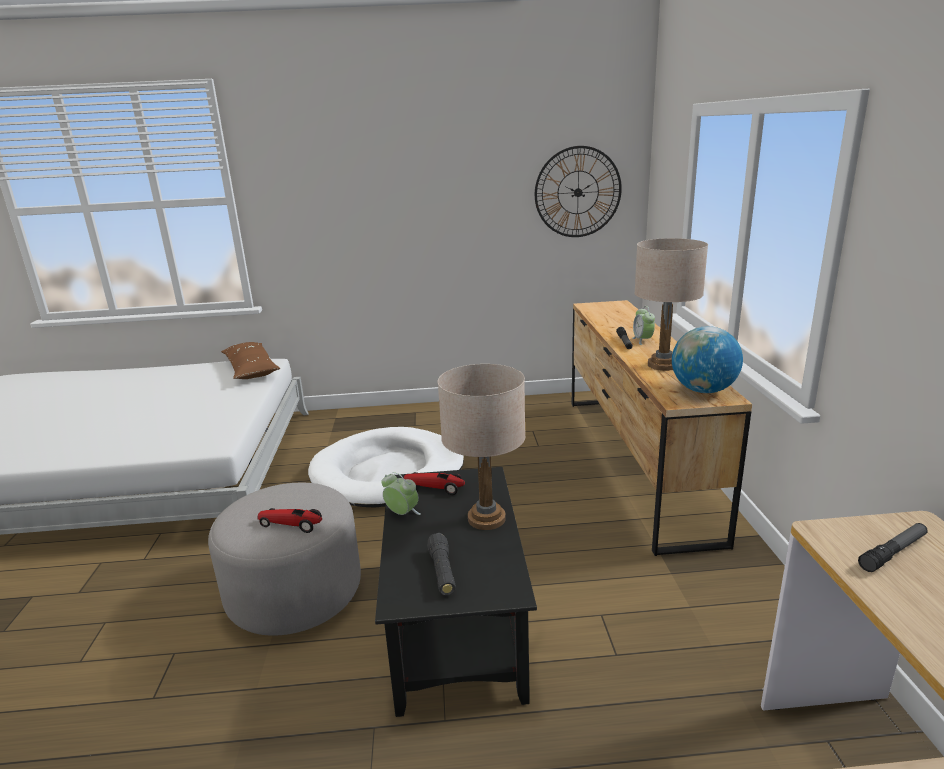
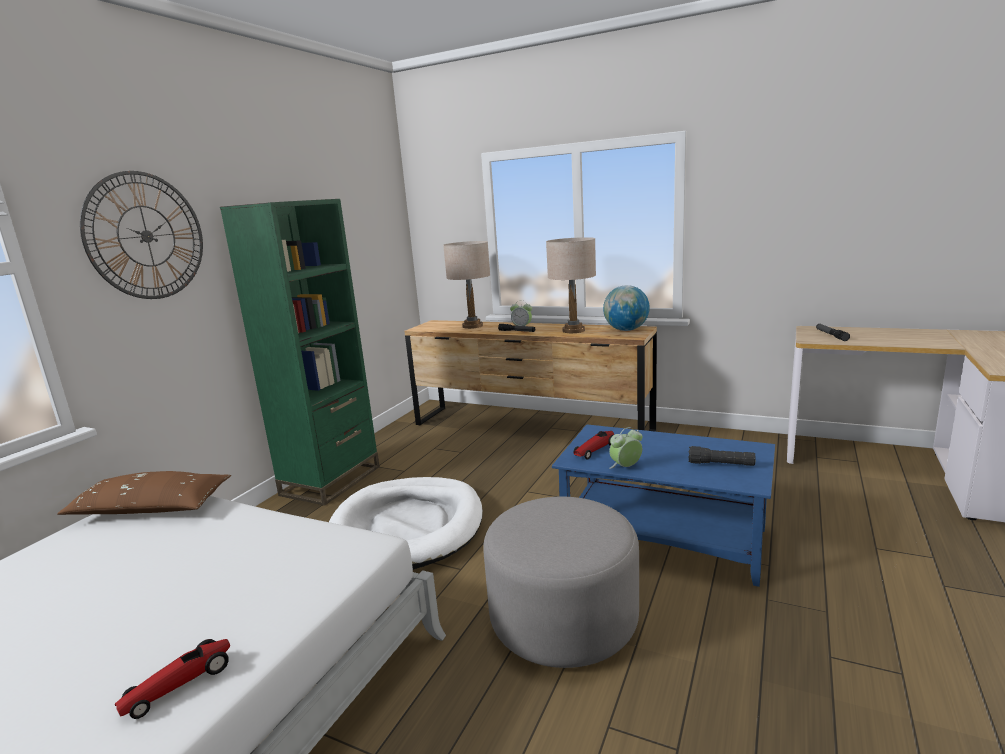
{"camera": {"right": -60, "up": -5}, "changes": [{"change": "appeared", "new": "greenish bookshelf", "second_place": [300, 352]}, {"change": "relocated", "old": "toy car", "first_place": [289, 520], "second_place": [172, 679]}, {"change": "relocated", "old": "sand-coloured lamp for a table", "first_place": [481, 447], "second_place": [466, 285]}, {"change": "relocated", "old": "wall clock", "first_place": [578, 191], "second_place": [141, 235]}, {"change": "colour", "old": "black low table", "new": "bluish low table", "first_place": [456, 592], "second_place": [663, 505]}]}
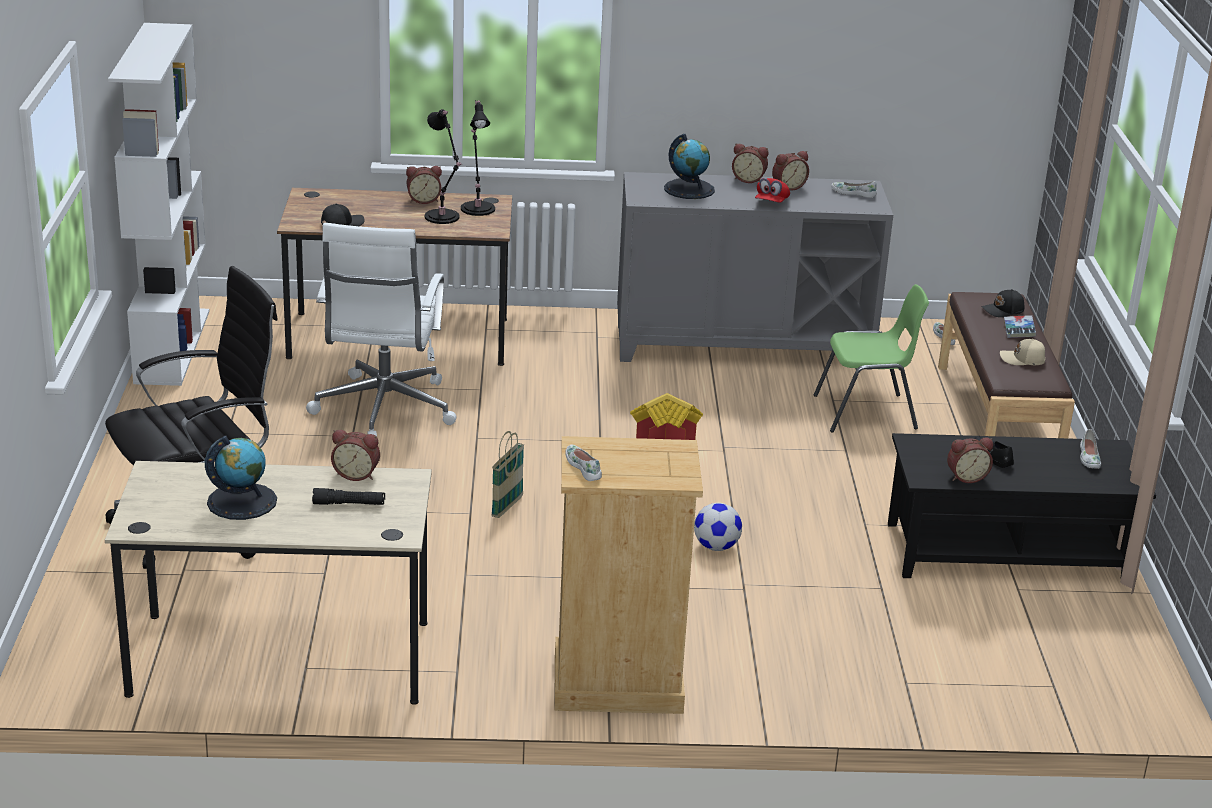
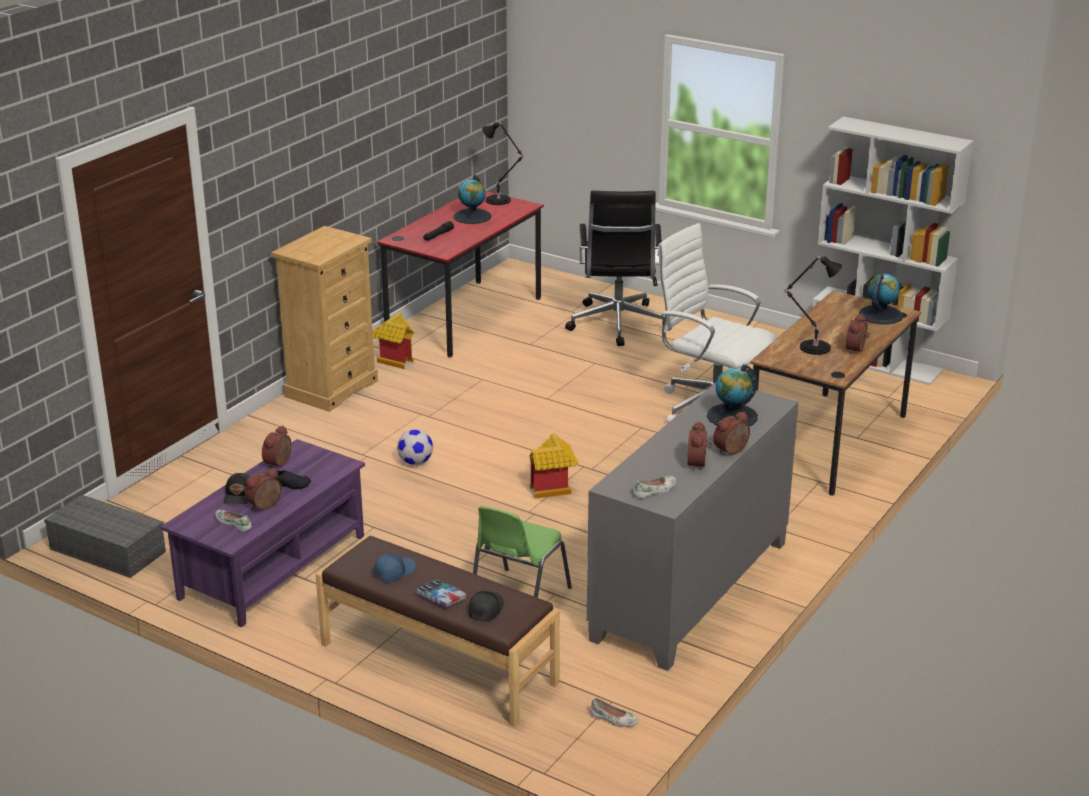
{"camera": {"right": 125, "up": 0}, "changes": [{"change": "missing", "old": "basket", "first_place": [508, 474]}, {"change": "missing", "old": "whitish item of footwear", "first_place": [583, 463]}, {"change": "missing", "old": "reddish baseball cap", "first_place": [772, 190]}, {"change": "appeared", "new": "greyish storage box", "second_place": [105, 536]}, {"change": "appeared", "new": "toy house", "second_place": [393, 340]}, {"change": "appeared", "new": "desk globe", "second_place": [881, 298]}, {"change": "relocated", "old": "black baseball cap", "first_place": [343, 215], "second_place": [236, 488]}, {"change": "relocated", "old": "bedside clock", "first_place": [355, 455], "second_place": [263, 489]}, {"change": "relocated", "old": "black lamp for a table", "first_place": [478, 158], "second_place": [503, 163]}, {"change": "colour", "old": "sand-coloured desk table", "new": "reddish desk table", "first_place": [268, 583], "second_place": [460, 274]}, {"change": "colour", "old": "black low table", "new": "purple low table", "first_place": [1022, 506], "second_place": [263, 533]}, {"change": "colour", "old": "sand-coloured baseball cap", "new": "bluish baseball cap", "first_place": [1022, 352], "second_place": [395, 567]}]}
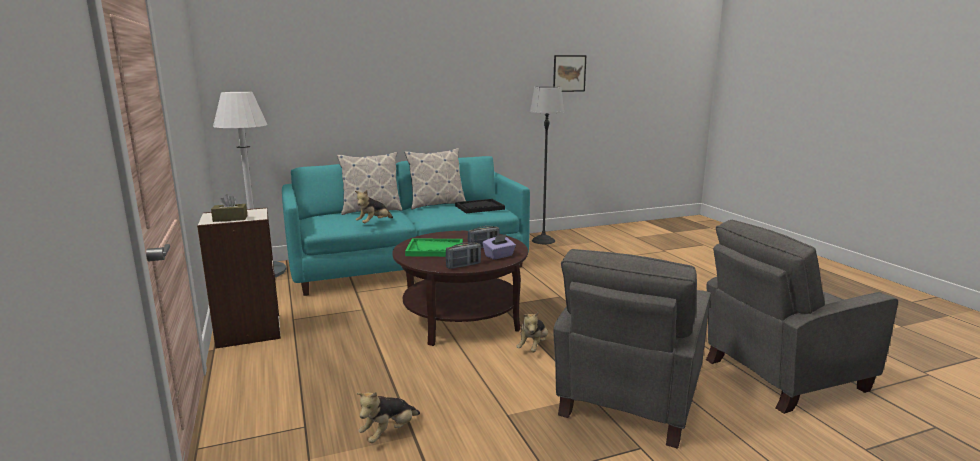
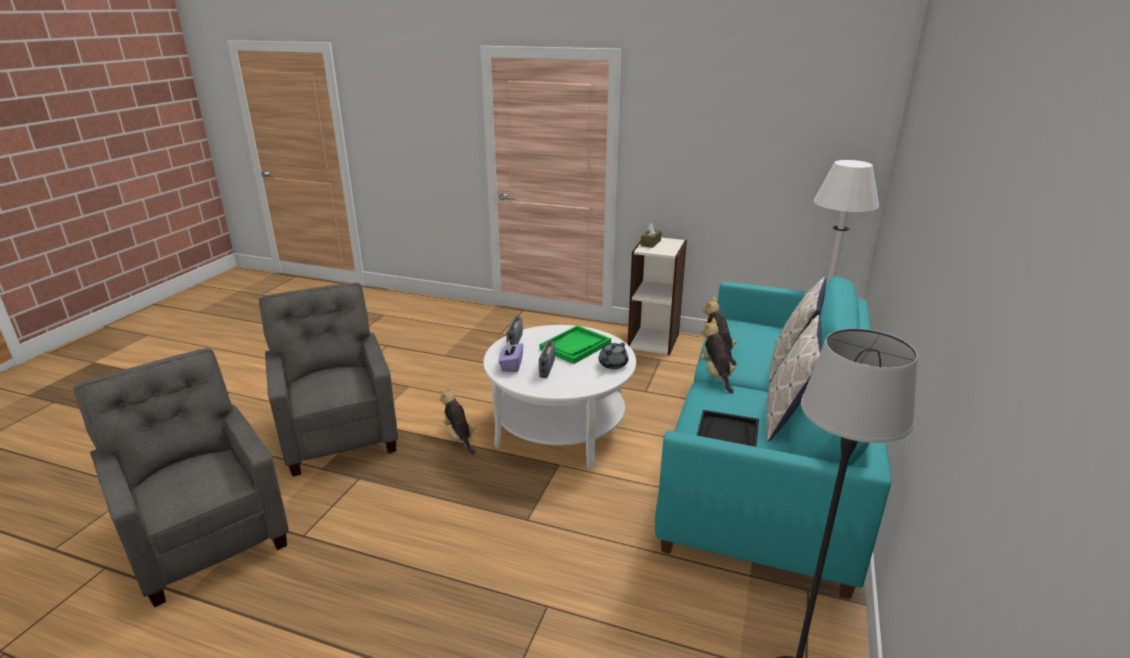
{"camera": {"right": 130, "up": 10}, "changes": [{"change": "missing", "old": "wall picture", "first_place": [569, 73]}, {"change": "appeared", "new": "greyish pot for tea", "second_place": [613, 355]}, {"change": "relocated", "old": "plush toy", "first_place": [388, 417], "second_place": [718, 356]}, {"change": "colour", "old": "brown low table", "new": "whitish low table", "first_place": [460, 288], "second_place": [559, 397]}, {"change": "spun", "old": "greyish lounge chair", "first_place": [802, 317], "second_place": [181, 477], "degrees": -60}]}
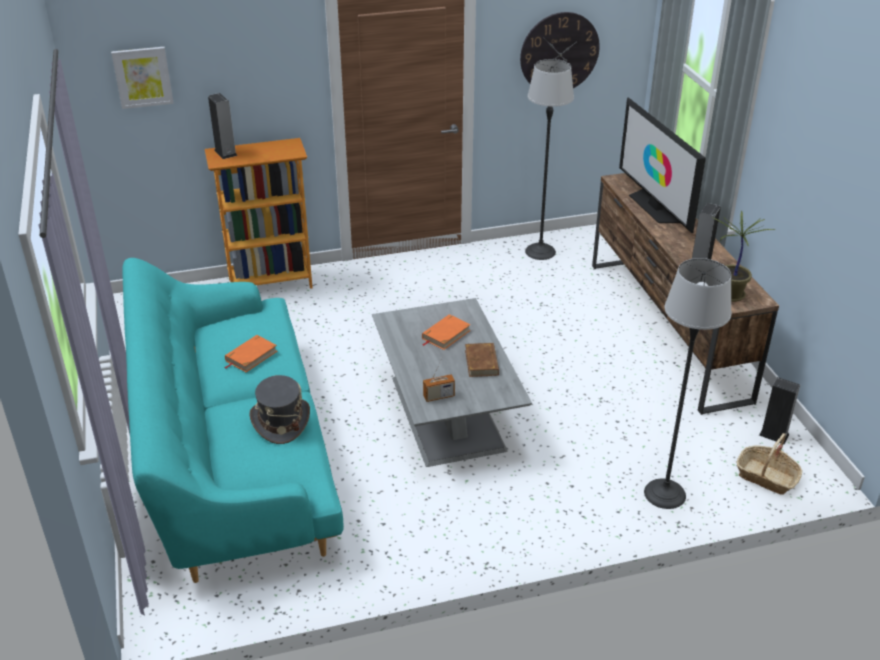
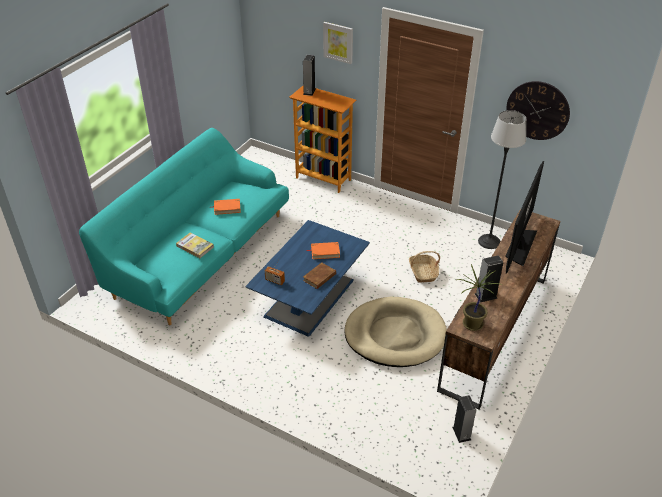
{"camera": {"right": 45, "up": 5}, "changes": [{"change": "missing", "old": "standard lamp", "first_place": [687, 383]}, {"change": "appeared", "new": "sand-coloured pet bed", "second_place": [395, 332]}, {"change": "relocated", "old": "wall picture", "first_place": [142, 78], "second_place": [338, 43]}, {"change": "relocated", "old": "basket", "first_place": [769, 464], "second_place": [424, 267]}, {"change": "exchanged", "old": "greyish hat", "new": "volume", "first_place": [279, 409], "second_place": [195, 245]}, {"change": "colour", "old": "greyish low table", "new": "bluish low table", "first_place": [452, 382], "second_place": [307, 278]}]}
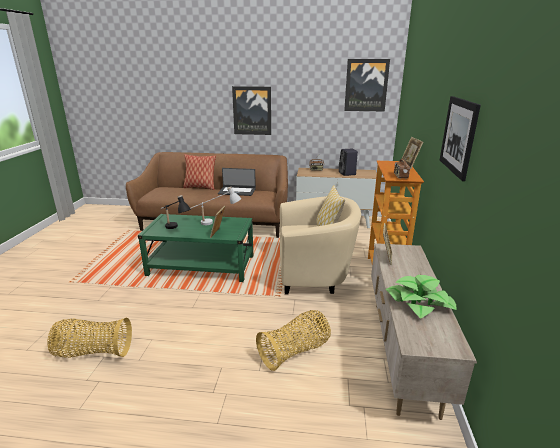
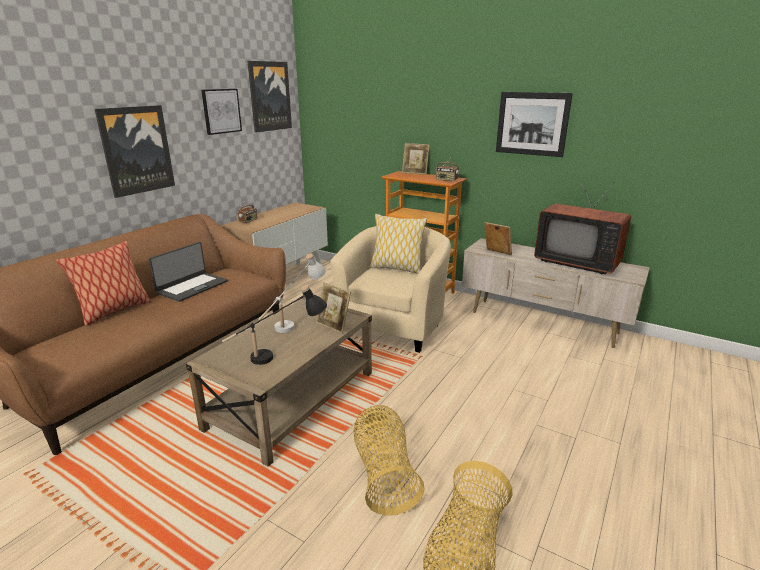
{"camera": {"right": -65, "up": 0}, "changes": [{"change": "missing", "old": "black loudspeaker", "first_place": [348, 162]}, {"change": "appeared", "new": "wall picture", "second_place": [221, 112]}, {"change": "relocated", "old": "basket", "first_place": [293, 340], "second_place": [389, 460]}, {"change": "exchanged", "old": "potted plant", "new": "television", "first_place": [421, 297], "second_place": [582, 227]}, {"change": "colour", "old": "greenish low table", "new": "sand-coloured low table", "first_place": [195, 248], "second_place": [279, 382]}]}
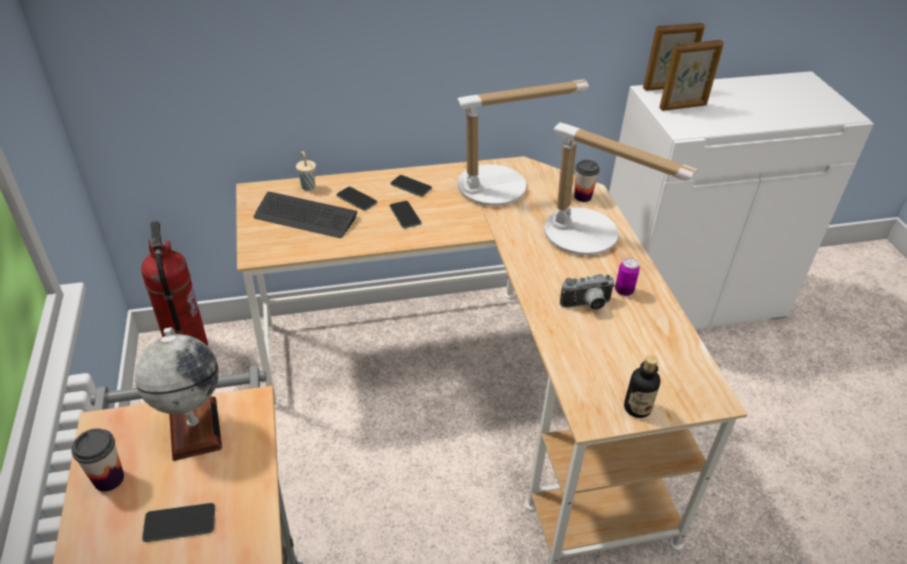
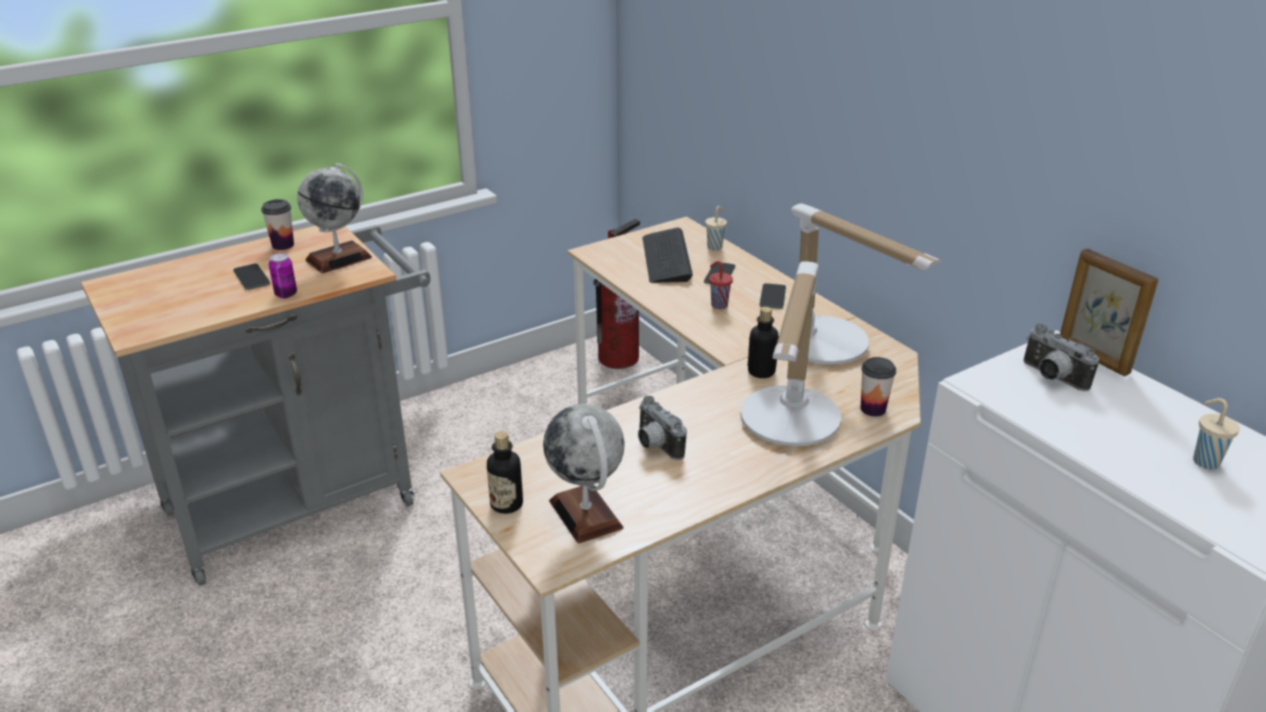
{"camera": {"right": 70, "up": -10}, "changes": [{"change": "appeared", "new": "desk globe", "second_place": [584, 473]}, {"change": "appeared", "new": "drink bottle", "second_place": [763, 342]}, {"change": "appeared", "new": "sand-coloured cup", "second_place": [1216, 433]}, {"change": "relocated", "old": "metal can", "first_place": [627, 277], "second_place": [283, 275]}, {"change": "exchanged", "old": "telephone", "new": "reddish cup", "first_place": [405, 214], "second_place": [721, 285]}, {"change": "exchanged", "old": "picture frame", "new": "still camera", "first_place": [691, 75], "second_place": [1061, 357]}]}
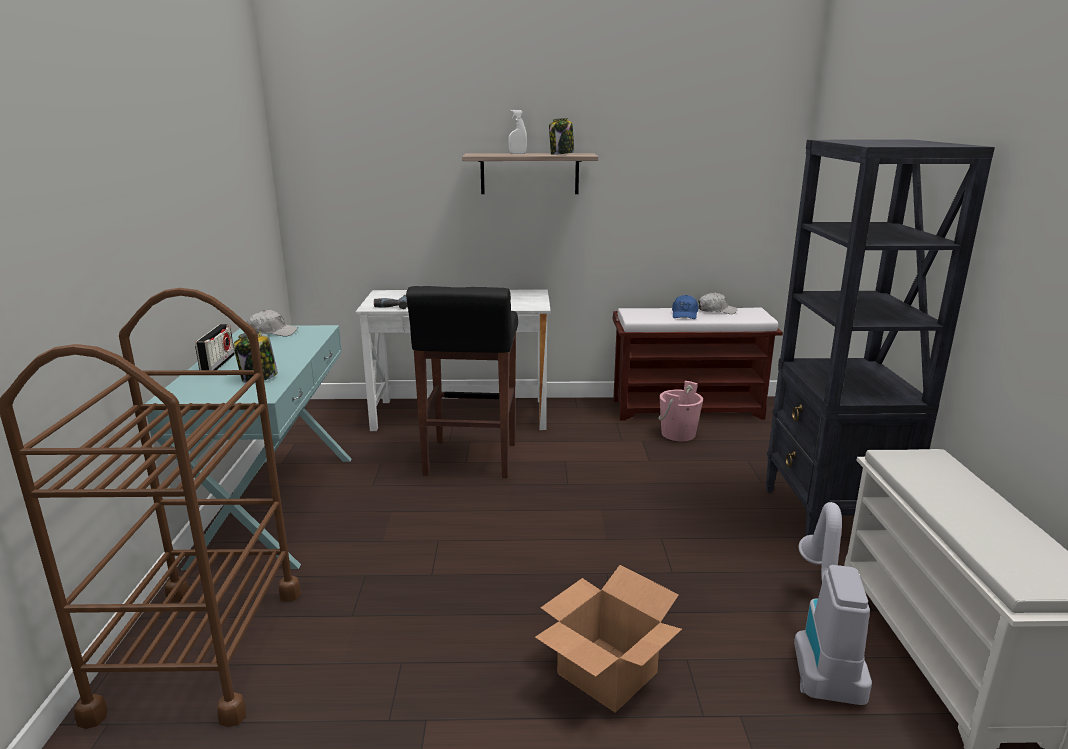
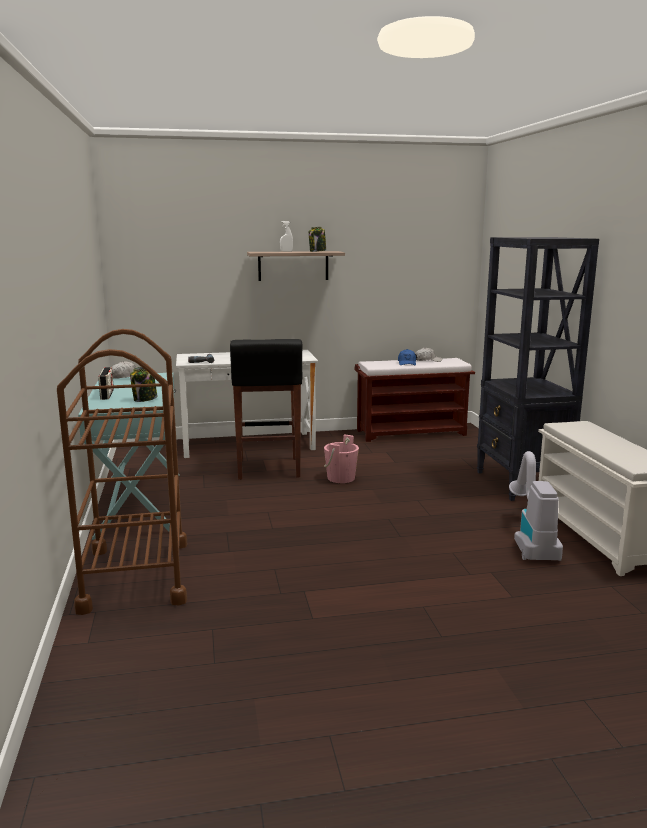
{"camera": {"right": -10, "up": -5}, "changes": [{"change": "missing", "old": "carton", "first_place": [608, 639]}, {"change": "relocated", "old": "pinkish bucket", "first_place": [680, 411], "second_place": [341, 459]}]}
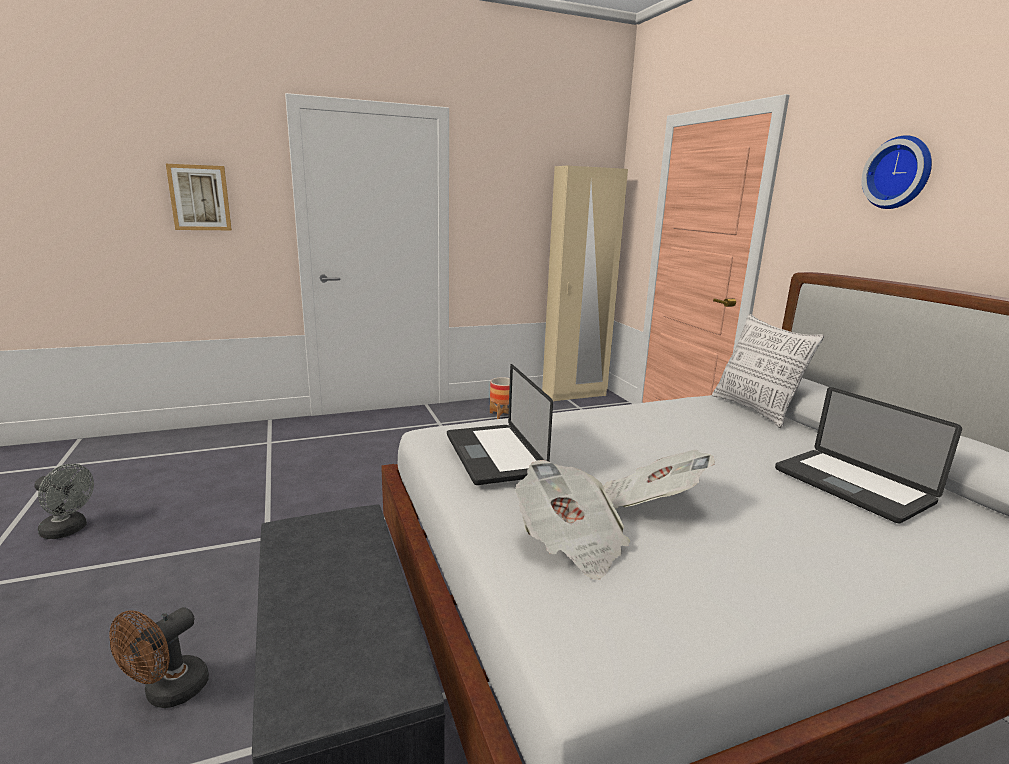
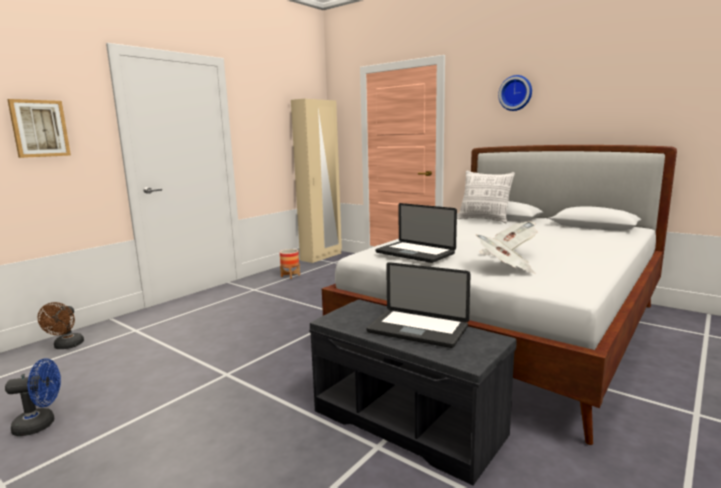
{"camera": {"right": -30, "up": -5}, "changes": [{"change": "relocated", "old": "brown fan", "first_place": [159, 657], "second_place": [61, 325]}, {"change": "relocated", "old": "notebook computer", "first_place": [868, 455], "second_place": [418, 305]}, {"change": "colour", "old": "greyish fan", "new": "bluish fan", "first_place": [64, 501], "second_place": [33, 397]}]}
